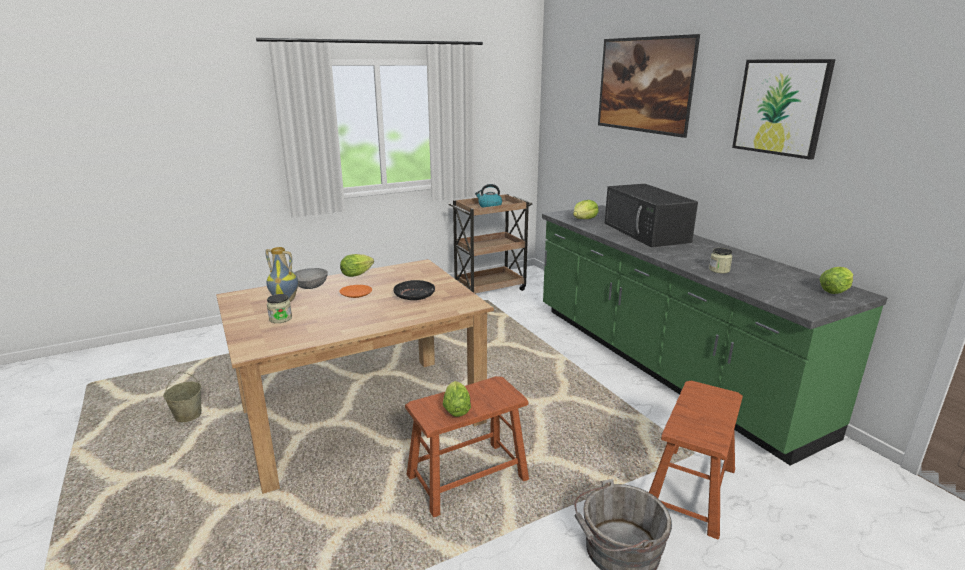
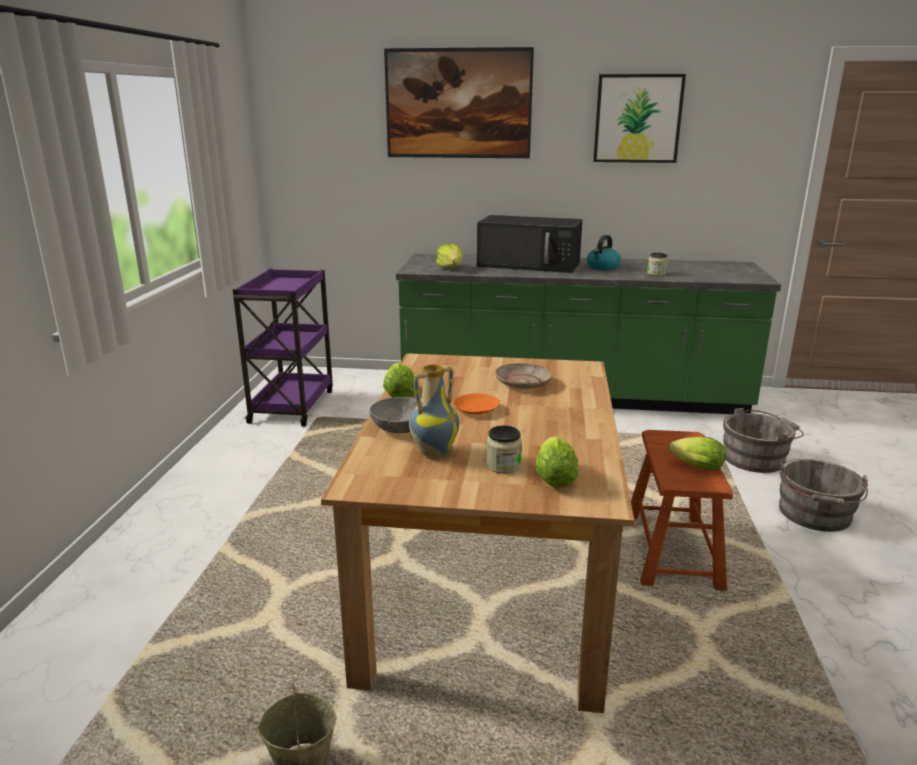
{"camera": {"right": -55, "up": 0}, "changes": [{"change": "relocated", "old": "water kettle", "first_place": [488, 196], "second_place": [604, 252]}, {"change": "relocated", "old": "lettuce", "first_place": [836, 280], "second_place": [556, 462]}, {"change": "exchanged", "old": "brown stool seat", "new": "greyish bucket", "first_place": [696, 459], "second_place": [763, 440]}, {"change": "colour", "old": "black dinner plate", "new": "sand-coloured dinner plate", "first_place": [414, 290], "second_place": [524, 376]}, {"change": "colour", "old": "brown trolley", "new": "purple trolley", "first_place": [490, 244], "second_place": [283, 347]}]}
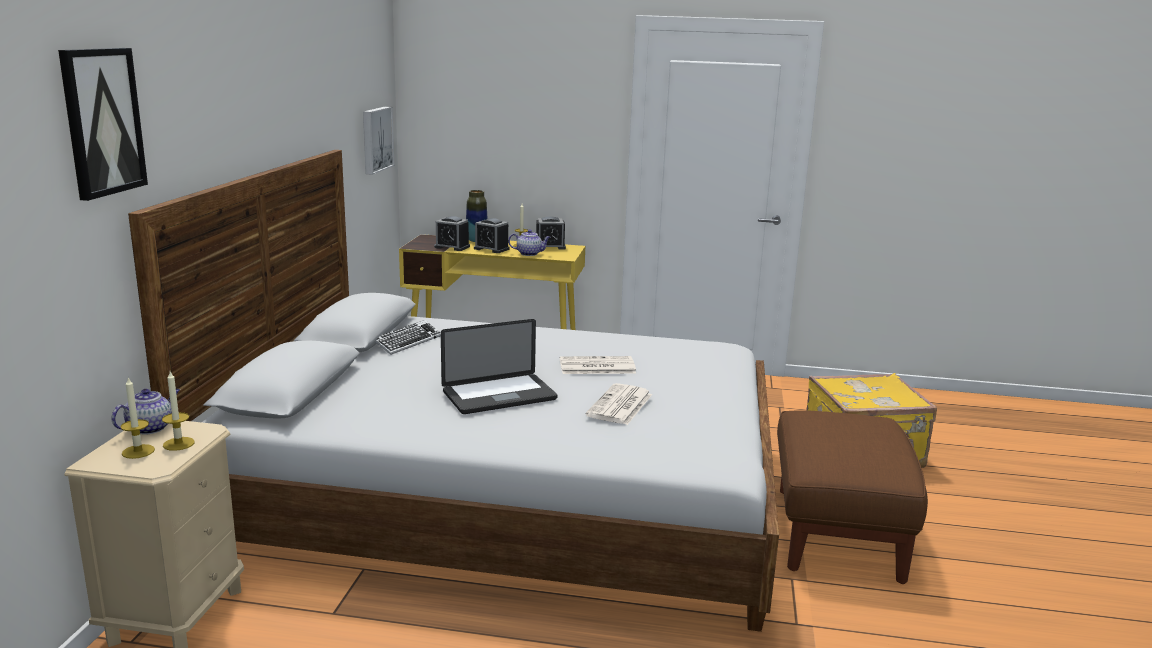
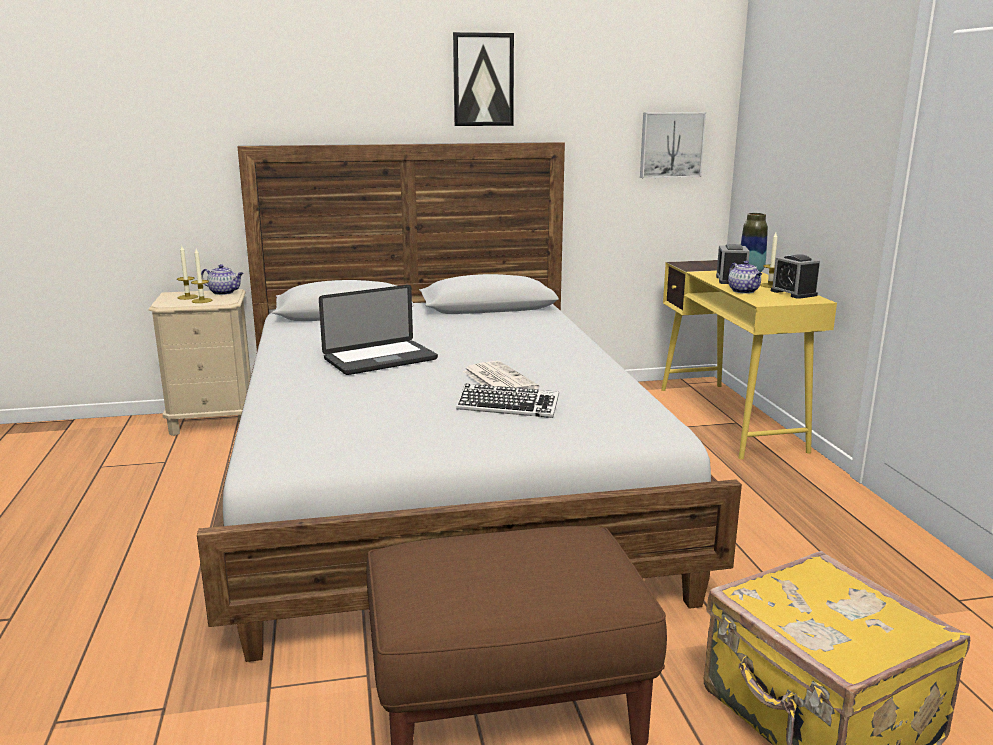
{"camera": {"right": 70, "up": 0}, "changes": [{"change": "missing", "old": "bedside clock", "first_place": [452, 233]}, {"change": "missing", "old": "printed paper", "first_place": [618, 404]}, {"change": "relocated", "old": "wall picture", "first_place": [103, 124], "second_place": [483, 79]}, {"change": "relocated", "old": "PC keyboard", "first_place": [408, 337], "second_place": [507, 401]}, {"change": "spun", "old": "notebook computer", "first_place": [499, 366], "second_place": [378, 330], "degrees": -75}]}
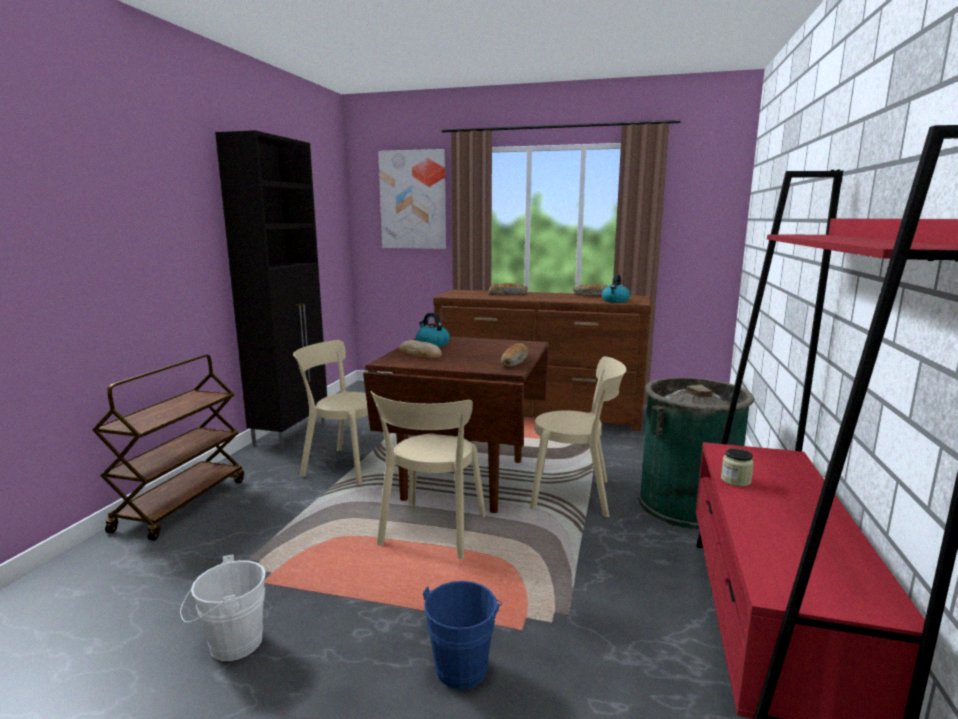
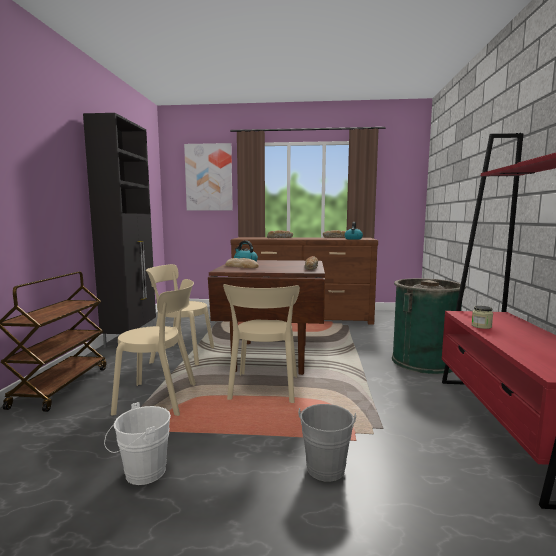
{"camera": {"right": -10, "up": -5}, "changes": [{"change": "relocated", "old": "sand-coloured plain chair", "first_place": [578, 436], "second_place": [153, 347]}, {"change": "colour", "old": "bluish bucket", "new": "greyish bucket", "first_place": [462, 635], "second_place": [327, 443]}]}
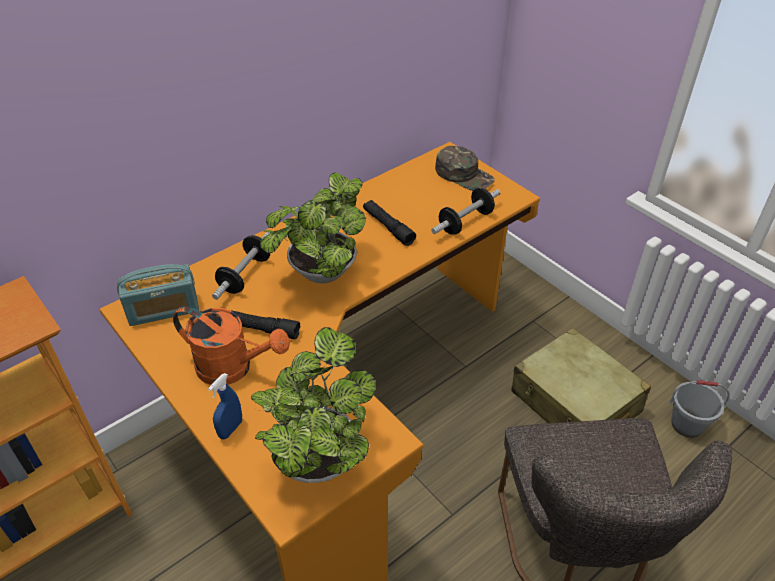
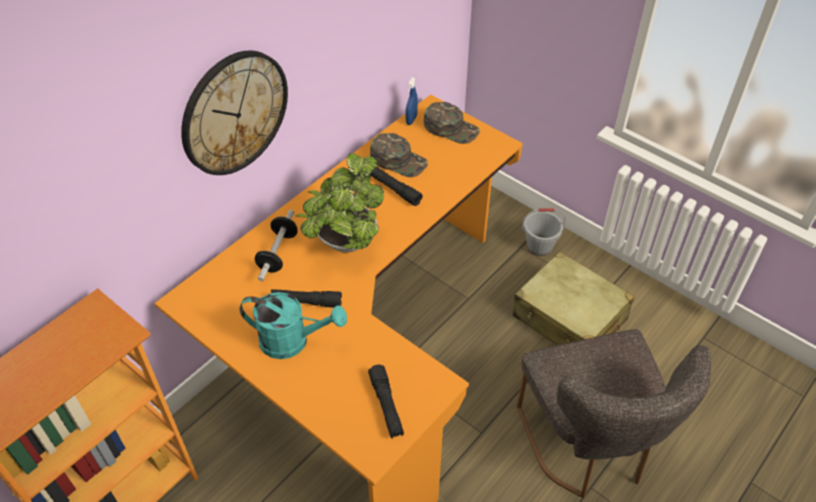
{"camera": {"right": -10, "up": 5}, "changes": [{"change": "missing", "old": "radio set", "first_place": [158, 295]}, {"change": "missing", "old": "free weight", "first_place": [465, 211]}, {"change": "appeared", "new": "wall clock", "second_place": [234, 112]}, {"change": "appeared", "new": "greenish baseball cap", "second_place": [399, 155]}, {"change": "relocated", "old": "bluish hand sprayer", "first_place": [225, 406], "second_place": [411, 101]}, {"change": "relocated", "old": "greyish bucket", "first_place": [700, 409], "second_place": [544, 232]}, {"change": "exchanged", "old": "potted plant", "new": "black hand torch", "first_place": [313, 405], "second_place": [386, 401]}, {"change": "colour", "old": "orange watering pot", "new": "turquoise-coloured watering pot", "first_place": [231, 345], "second_place": [293, 325]}]}
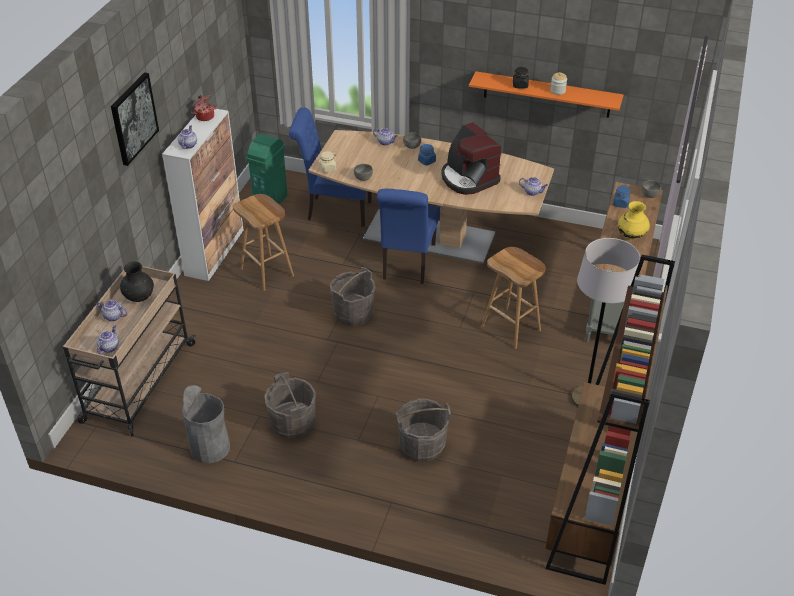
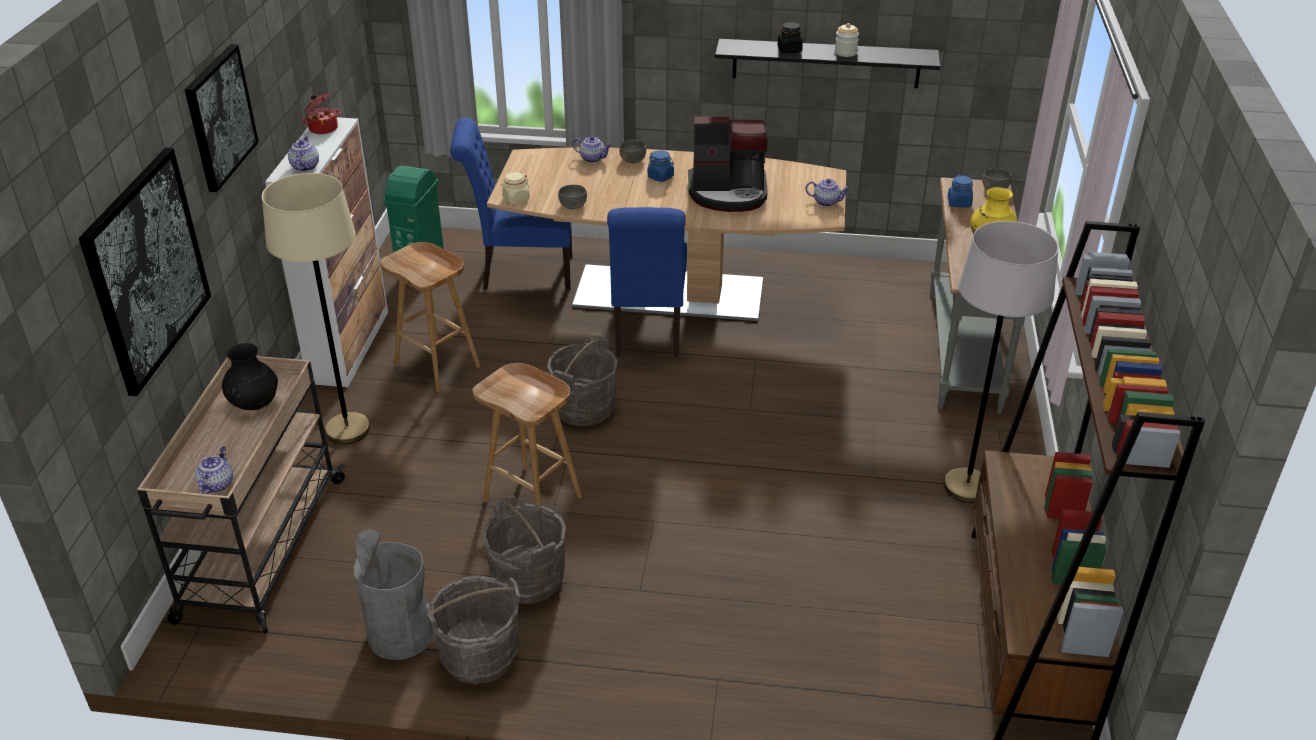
{"camera": {"right": -10, "up": -5}, "changes": [{"change": "missing", "old": "pot for tea", "first_place": [112, 310]}, {"change": "appeared", "new": "wall picture", "second_place": [145, 271]}, {"change": "appeared", "new": "sand-coloured standard lamp", "second_place": [316, 308]}, {"change": "relocated", "old": "greyish bucket", "first_place": [423, 430], "second_place": [473, 629]}, {"change": "relocated", "old": "brown stool seat", "first_place": [514, 298], "second_place": [527, 434]}, {"change": "colour", "old": "orange bracket shelf", "new": "black bracket shelf", "first_place": [546, 94], "second_place": [828, 63]}, {"change": "spun", "old": "coffee machine", "first_place": [471, 158], "second_place": [728, 164], "degrees": -45}]}
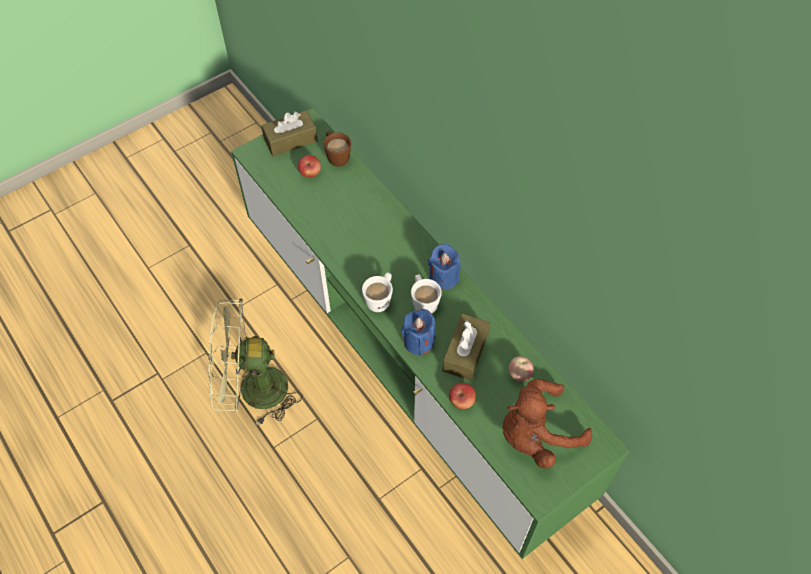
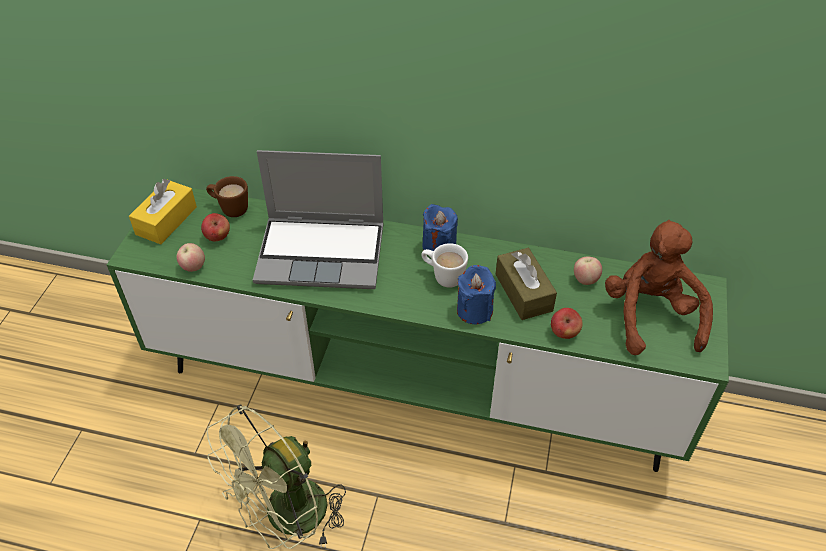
{"camera": {"right": -40, "up": -10}, "changes": [{"change": "missing", "old": "whitish coffee mug", "first_place": [377, 292]}, {"change": "appeared", "new": "apple fruit", "second_place": [191, 257]}, {"change": "appeared", "new": "notebook computer", "second_place": [318, 219]}, {"change": "colour", "old": "brown box of tissues", "new": "yellow-coloured box of tissues", "first_place": [289, 133], "second_place": [163, 211]}, {"change": "spun", "old": "brown plush toy", "first_place": [547, 424], "second_place": [659, 287], "degrees": 150}]}
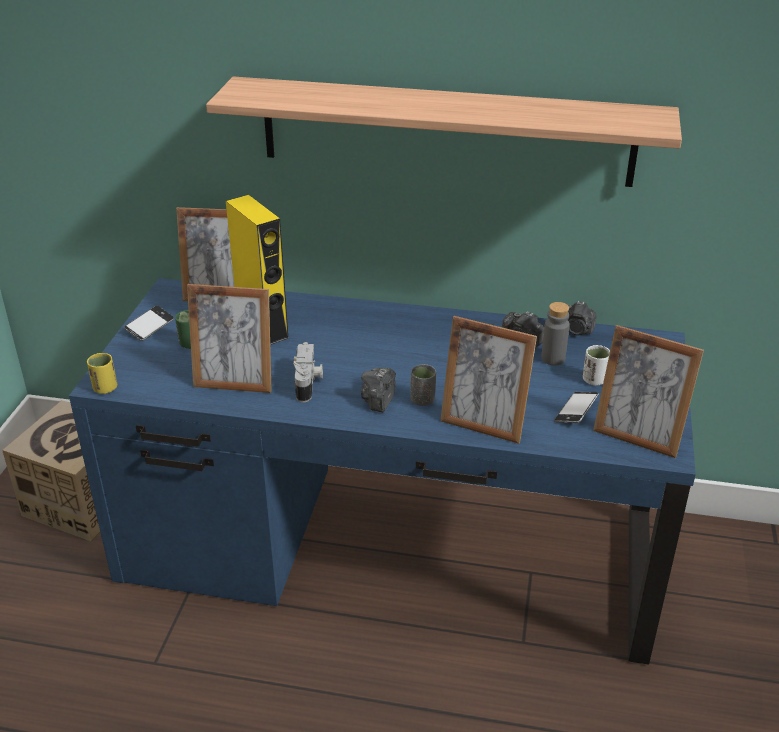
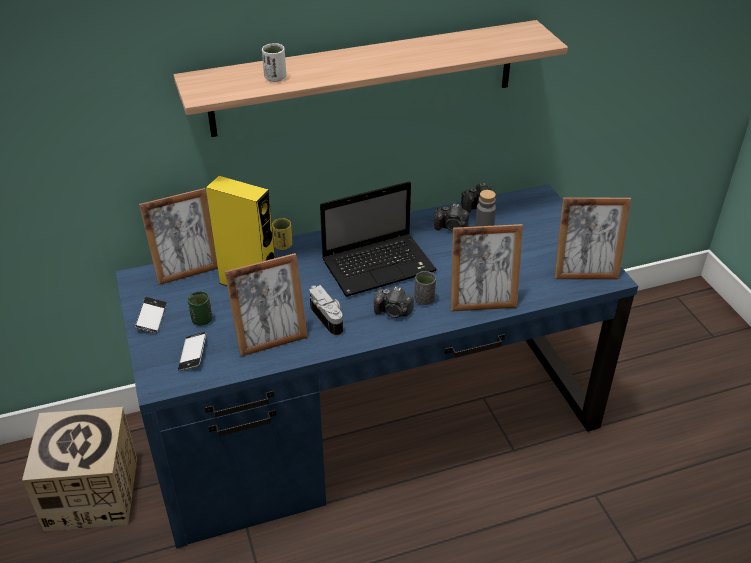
{"camera": {"right": -30, "up": 5}, "changes": [{"change": "appeared", "new": "notebook computer", "second_place": [378, 238]}, {"change": "relocated", "old": "yellow-coloured cup", "first_place": [102, 373], "second_place": [282, 234]}, {"change": "relocated", "old": "telephone", "first_place": [576, 407], "second_place": [192, 351]}, {"change": "relocated", "old": "whitish cup", "first_place": [596, 365], "second_place": [274, 62]}, {"change": "spun", "old": "still camera", "first_place": [378, 390], "second_place": [394, 302], "degrees": -60}]}
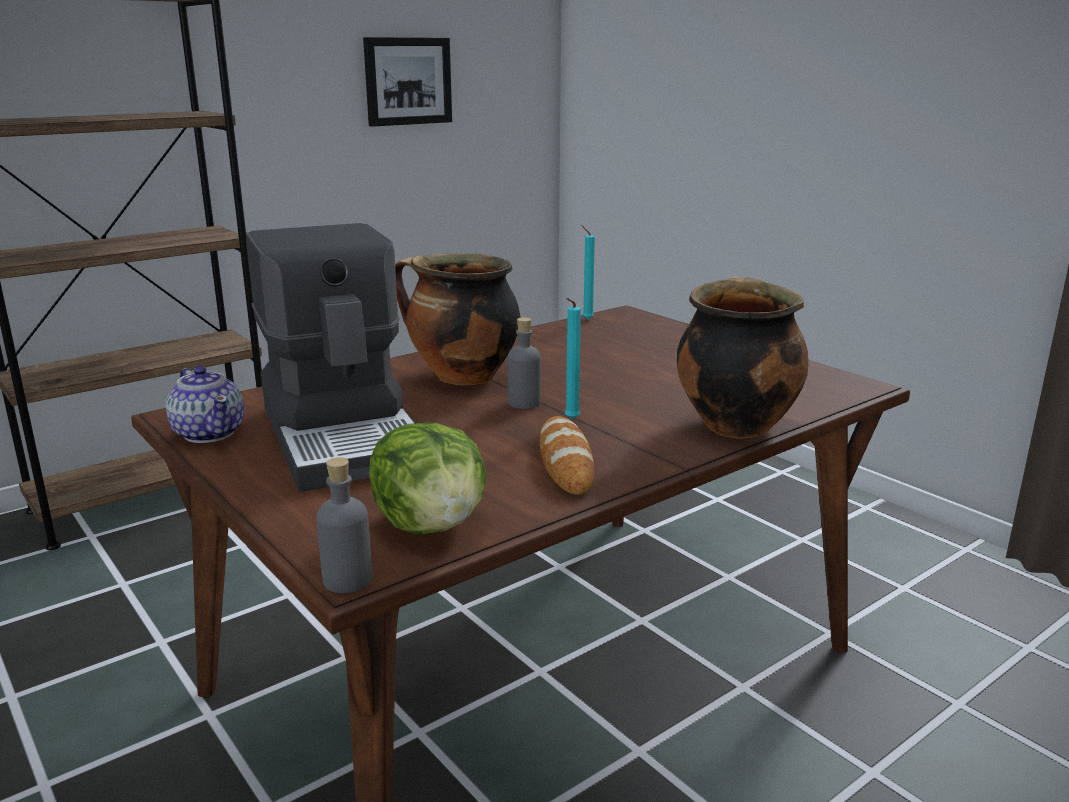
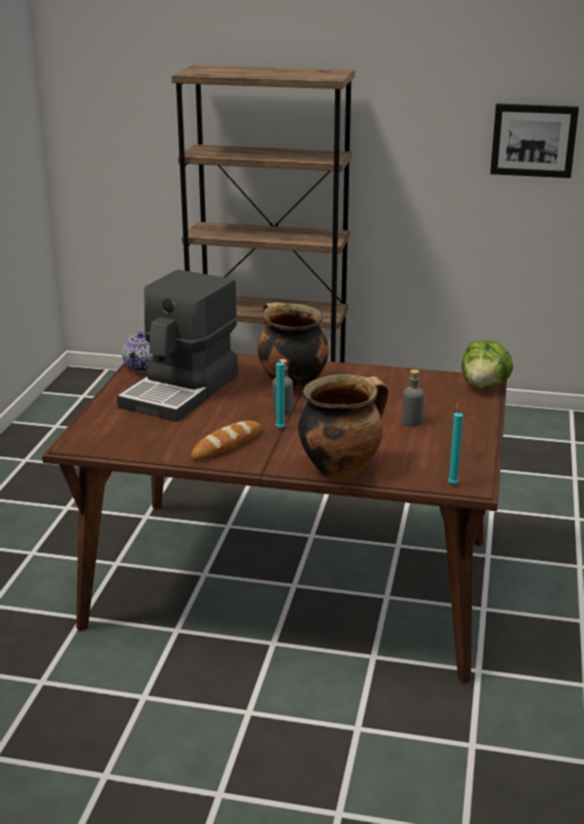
{"camera": {"right": 50, "up": 5}, "changes": [{"change": "relocated", "old": "greyish drink bottle", "first_place": [344, 525], "second_place": [413, 398]}, {"change": "relocated", "old": "lettuce", "first_place": [427, 478], "second_place": [487, 364]}, {"change": "relocated", "old": "turquoise-coloured wax candle", "first_place": [588, 272], "second_place": [455, 443]}]}
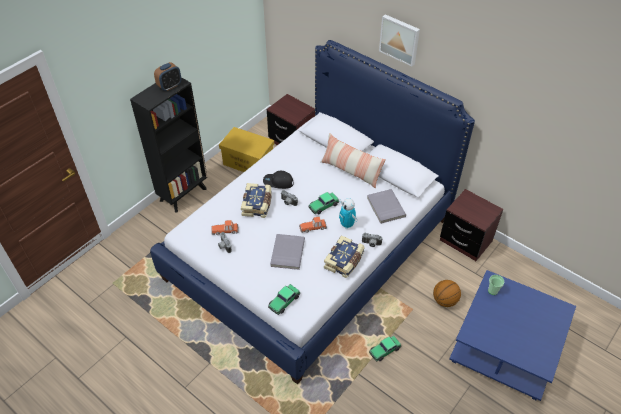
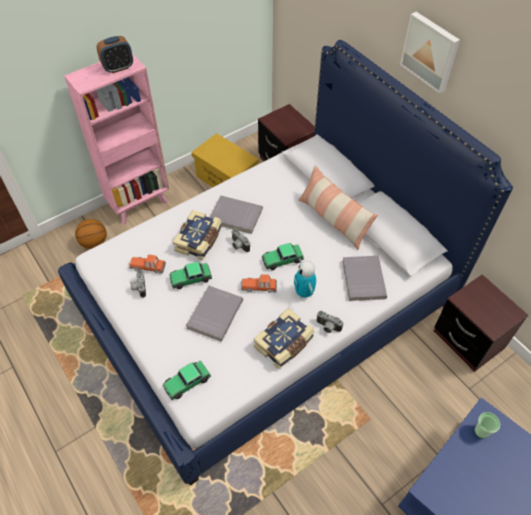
{"camera": {"right": 15, "up": 5}, "changes": [{"change": "relocated", "old": "toy car", "first_place": [385, 348], "second_place": [190, 275]}, {"change": "relocated", "old": "basketball ball", "first_place": [447, 293], "second_place": [91, 234]}, {"change": "exchanged", "old": "black baseball cap", "new": "greyish volume", "first_place": [278, 180], "second_place": [236, 215]}, {"change": "colour", "old": "black bookshelf", "new": "pinkish bookshelf", "first_place": [169, 145], "second_place": [116, 138]}]}
